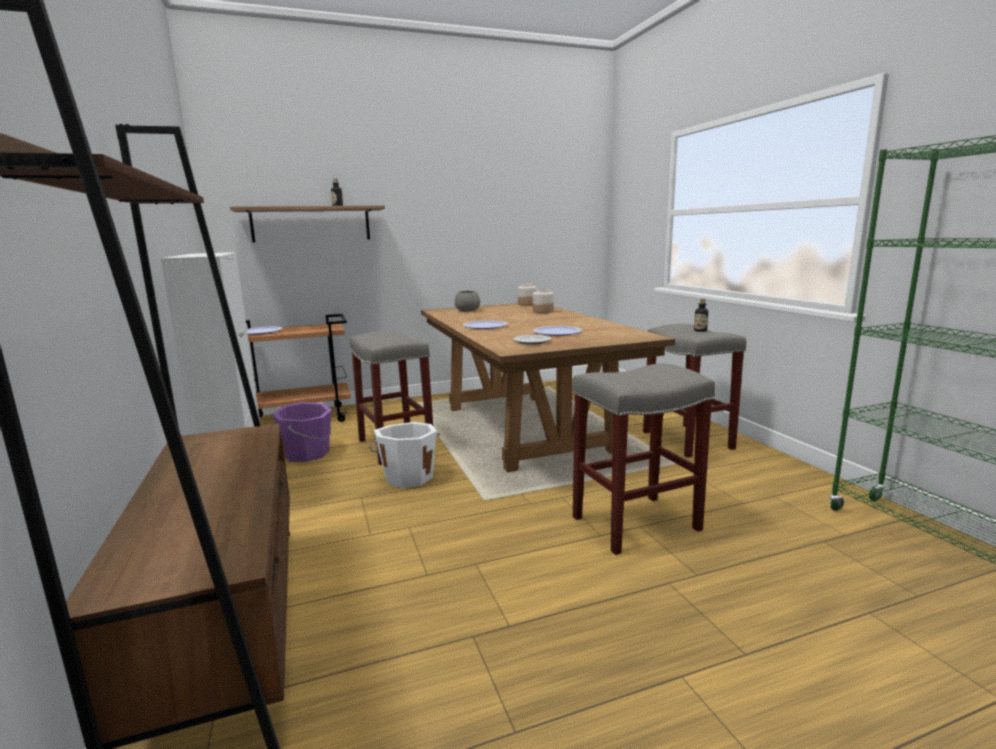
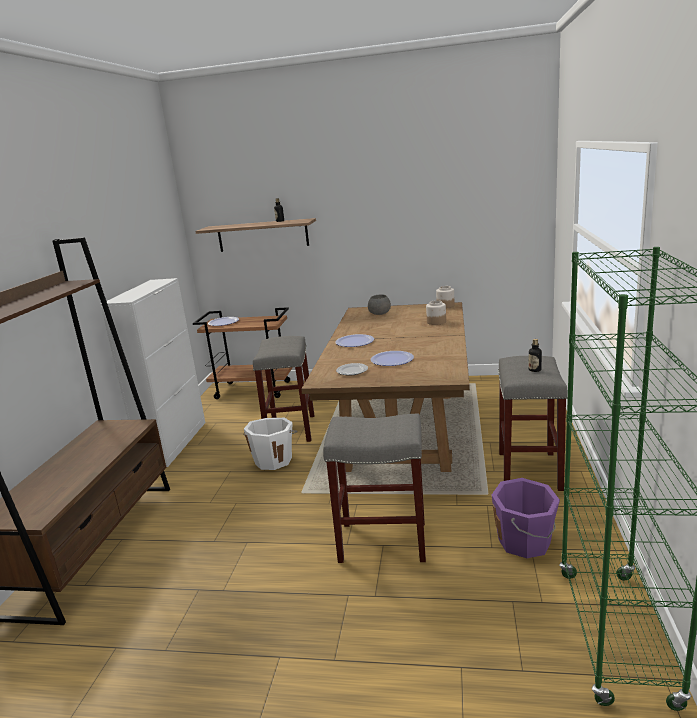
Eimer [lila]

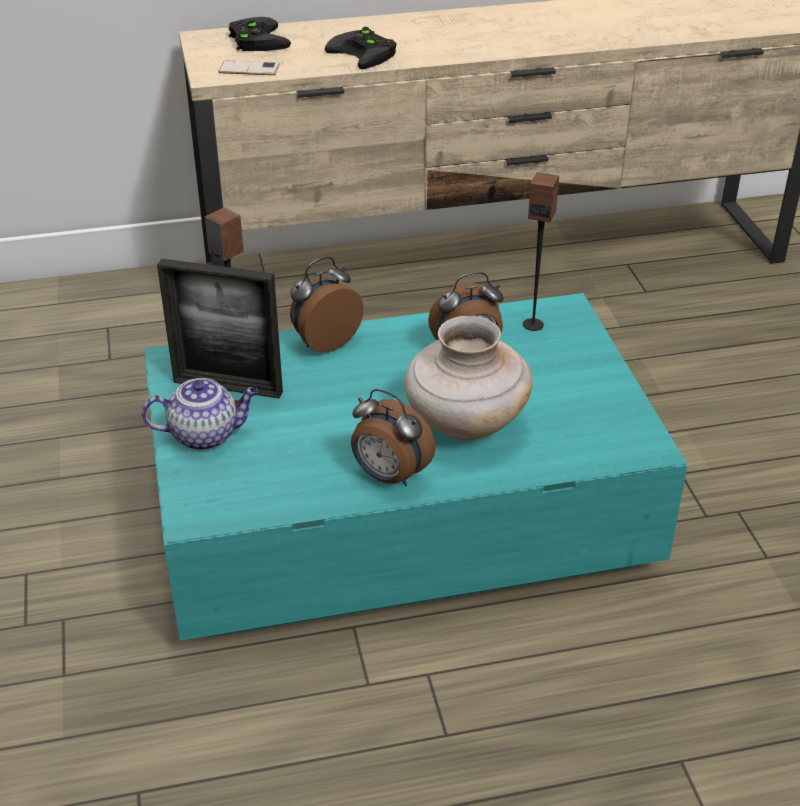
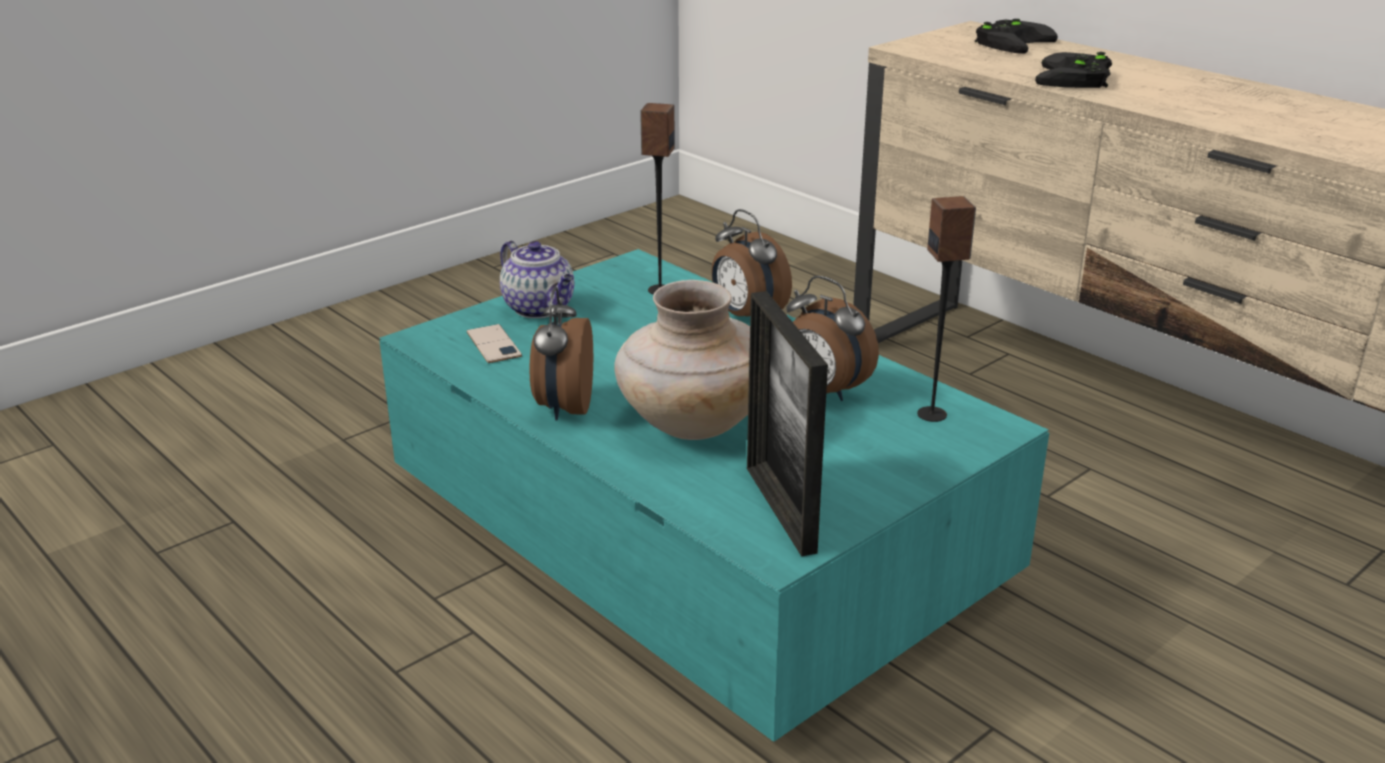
Bilderrahmen
Handy
Wecker (no. 2 from left)

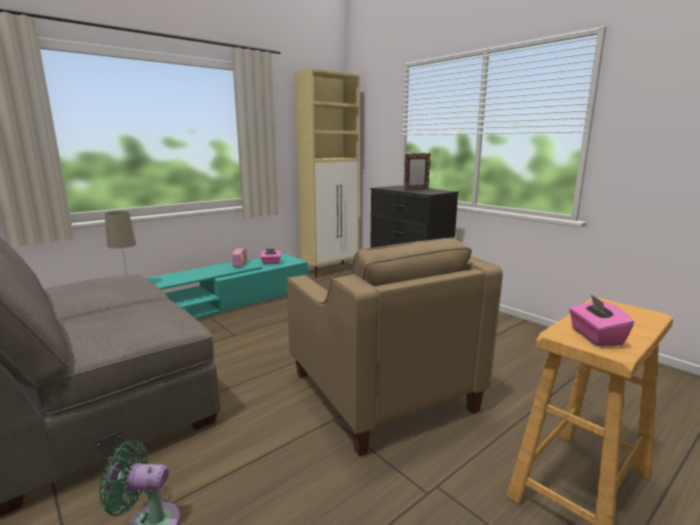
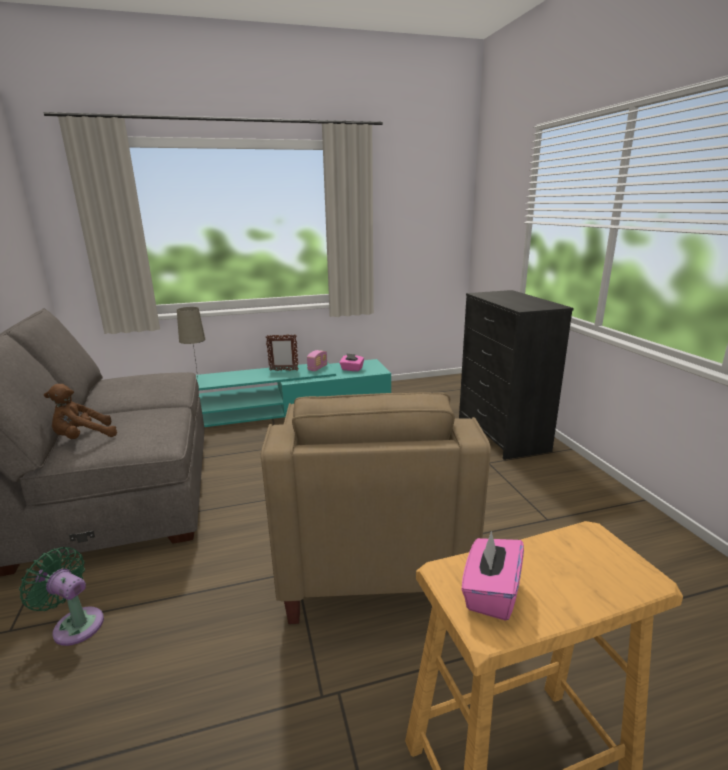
Schrank [beige]
Plüschtier [braun]
Bilderrahmen

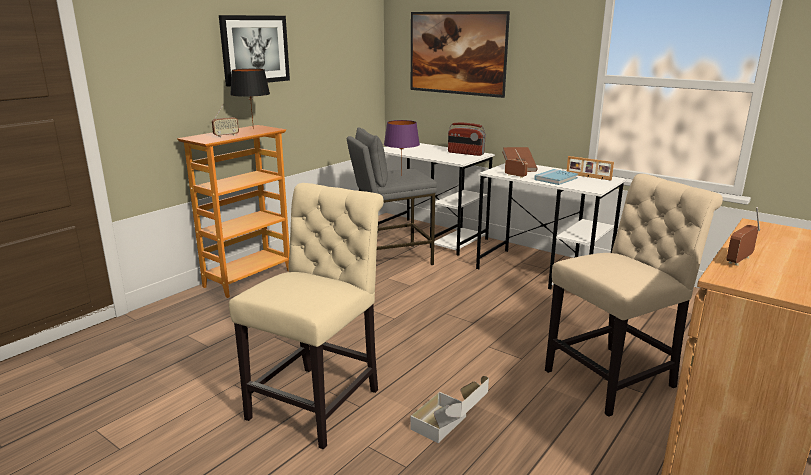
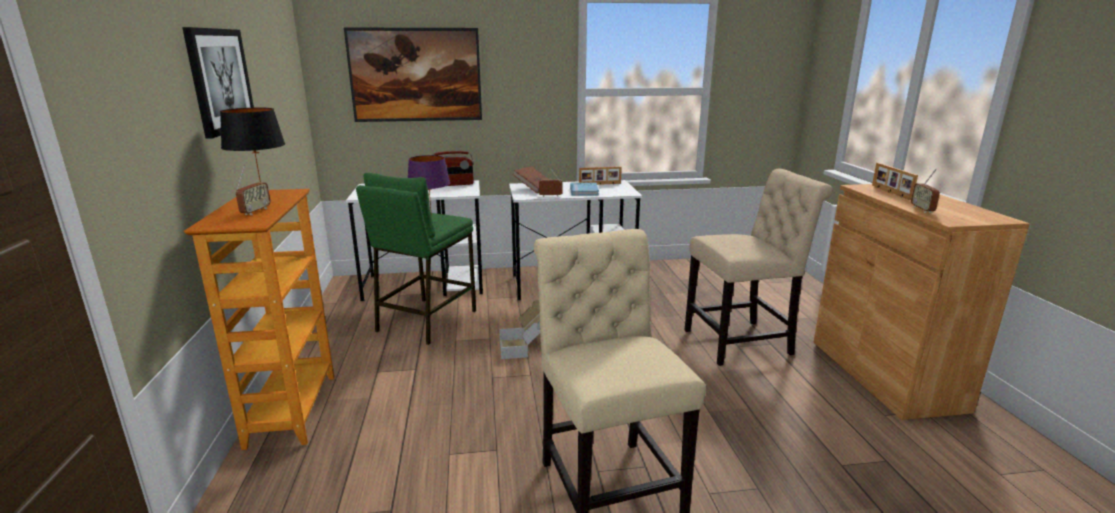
Bilderrahmen (no. 2 from left)
Karton
Hocker [grün]
Stuhl [beige] (no. 2 from left)

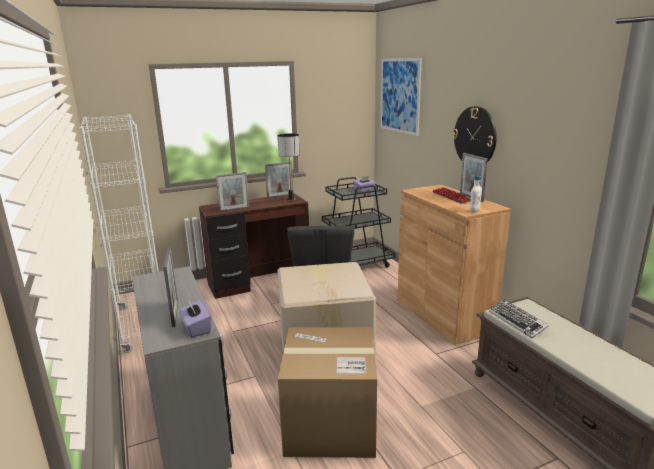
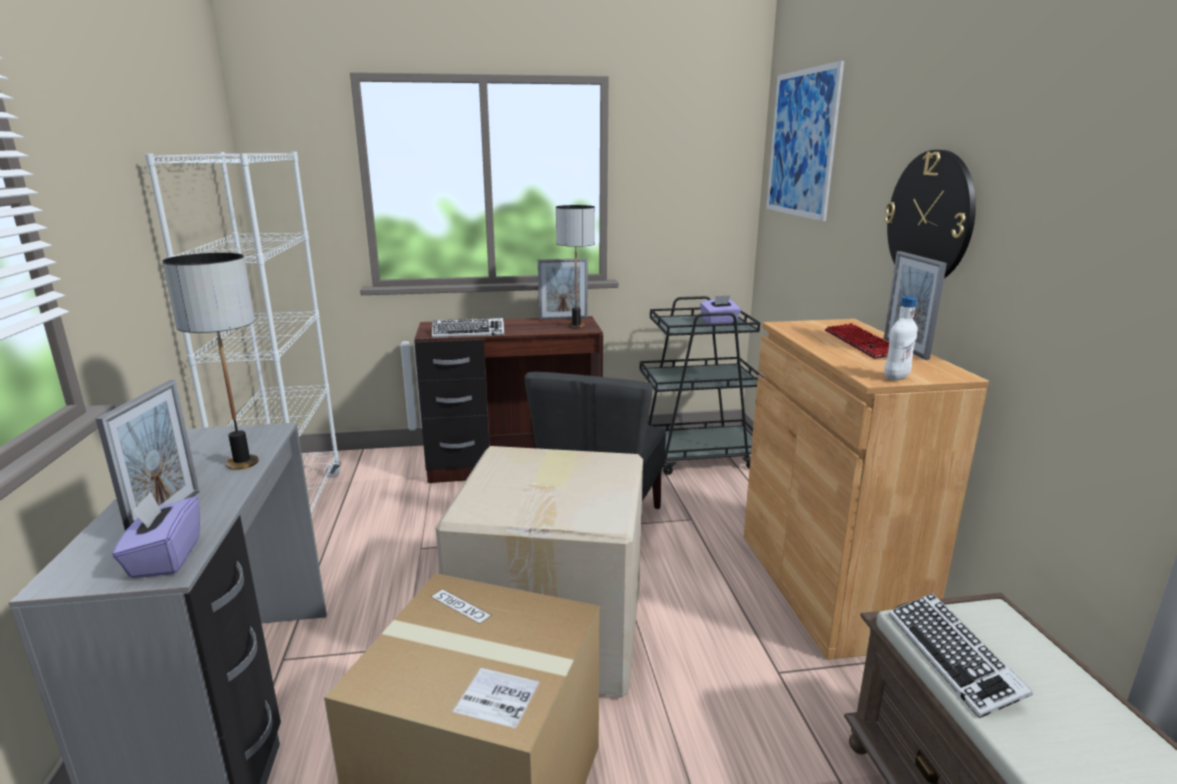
Tischlampe (no. 1 from left)
Tastatur (no. 1 from left)

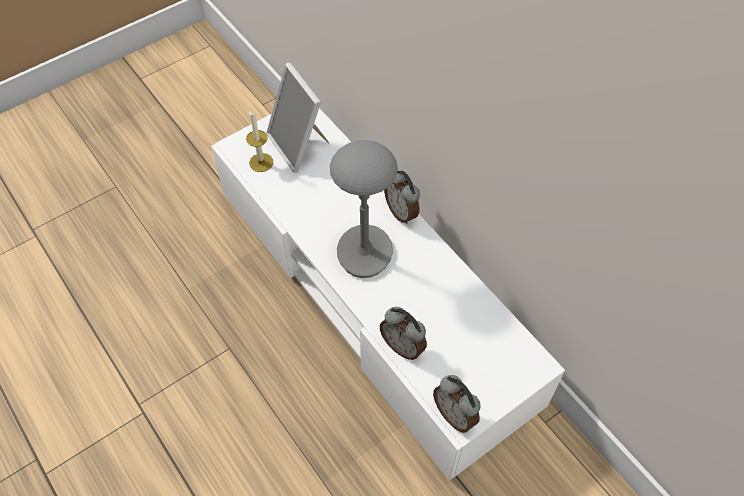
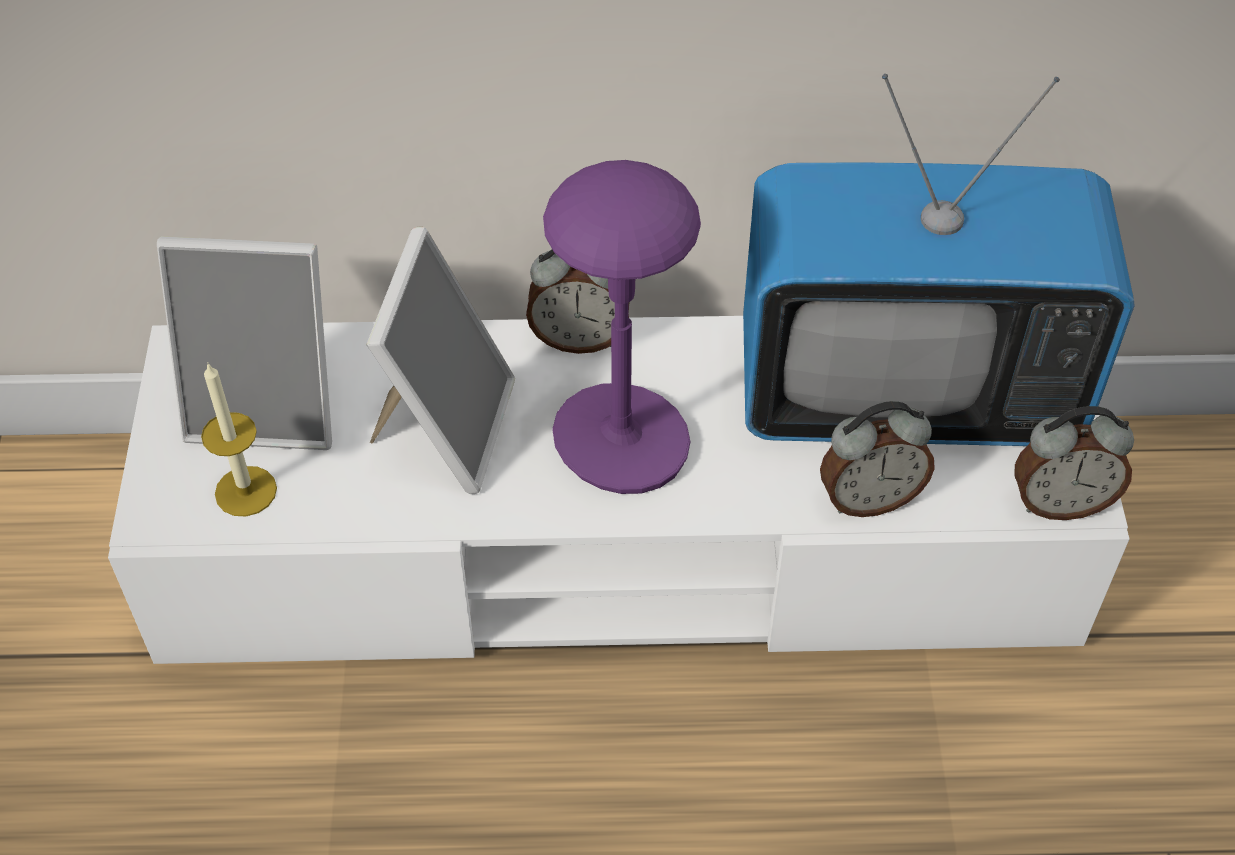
Bilderrahmen (no. 2 from left)
Fernseher
Tischlampe [lila]

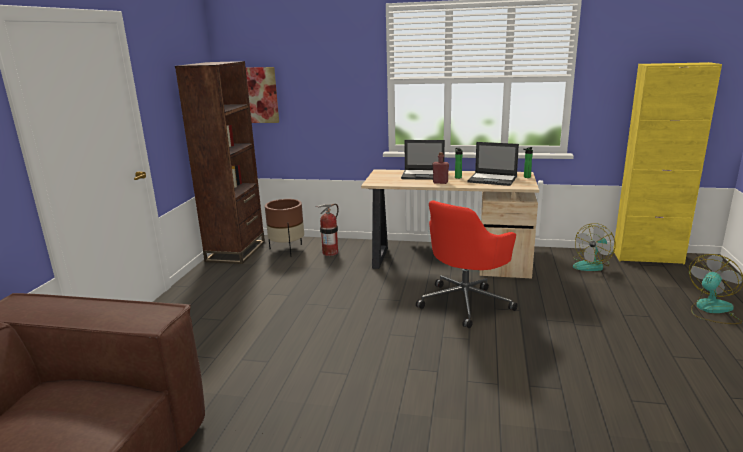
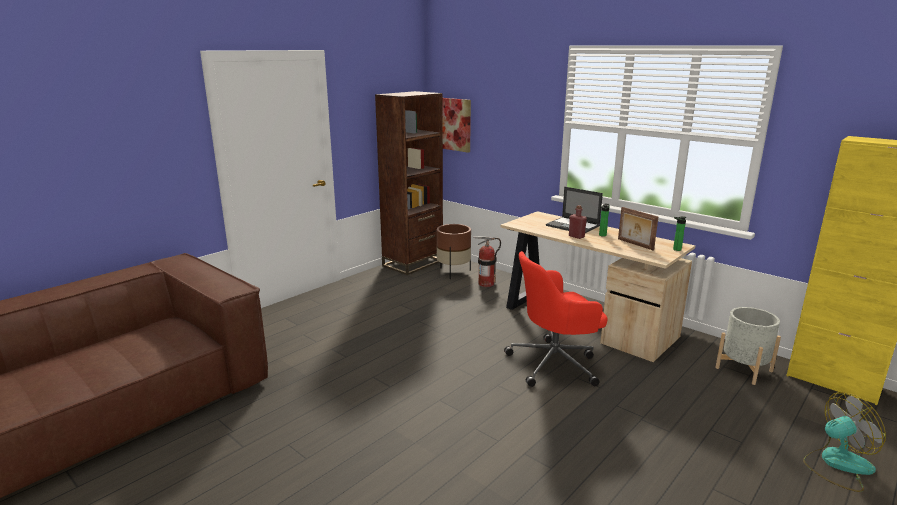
Bilderrahmen
Pflanzkübel [grau]

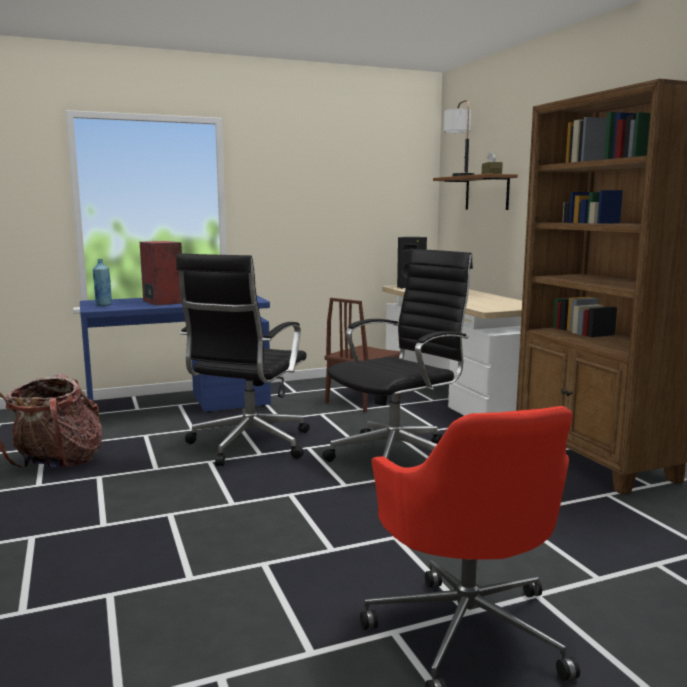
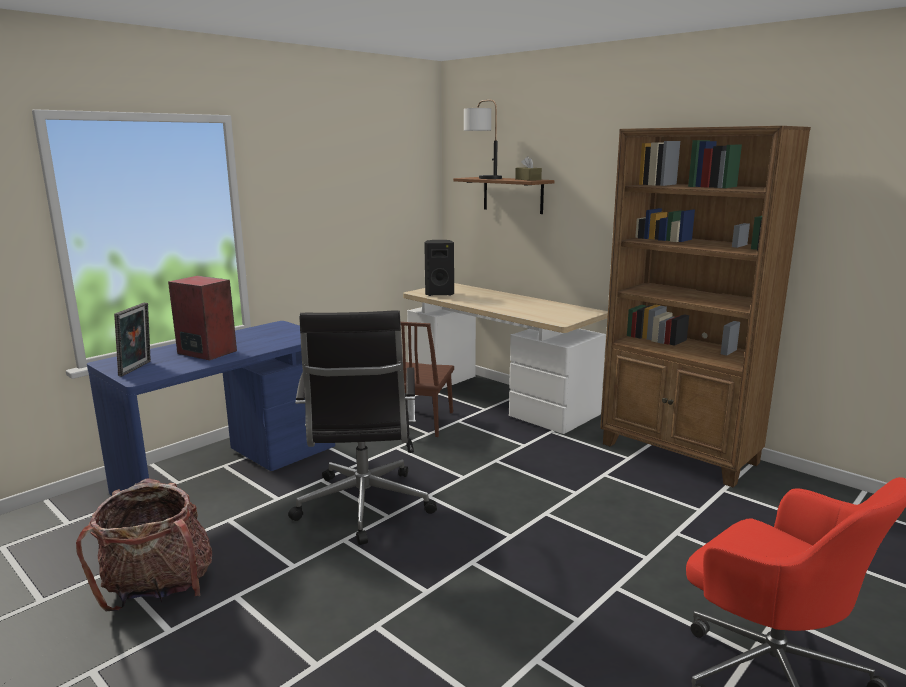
Bürostuhl [schwarz] (no. 2 from left in the first image)
Bilderrahmen

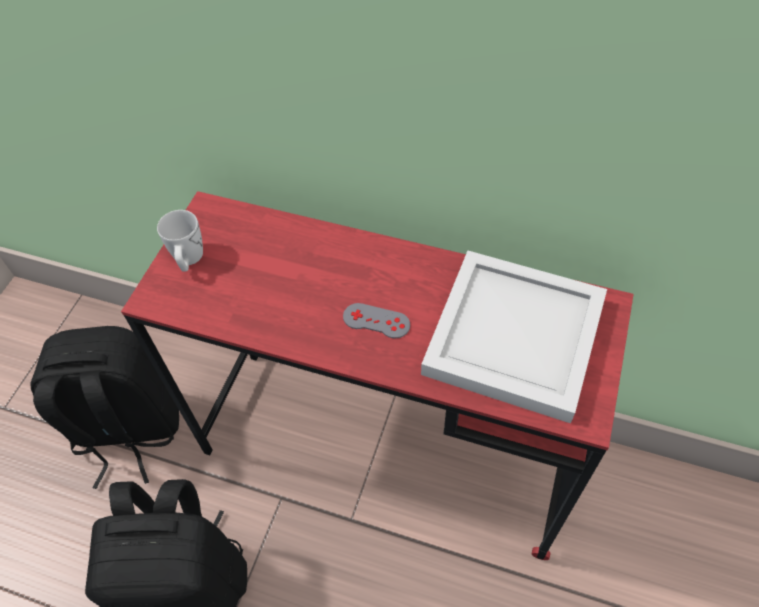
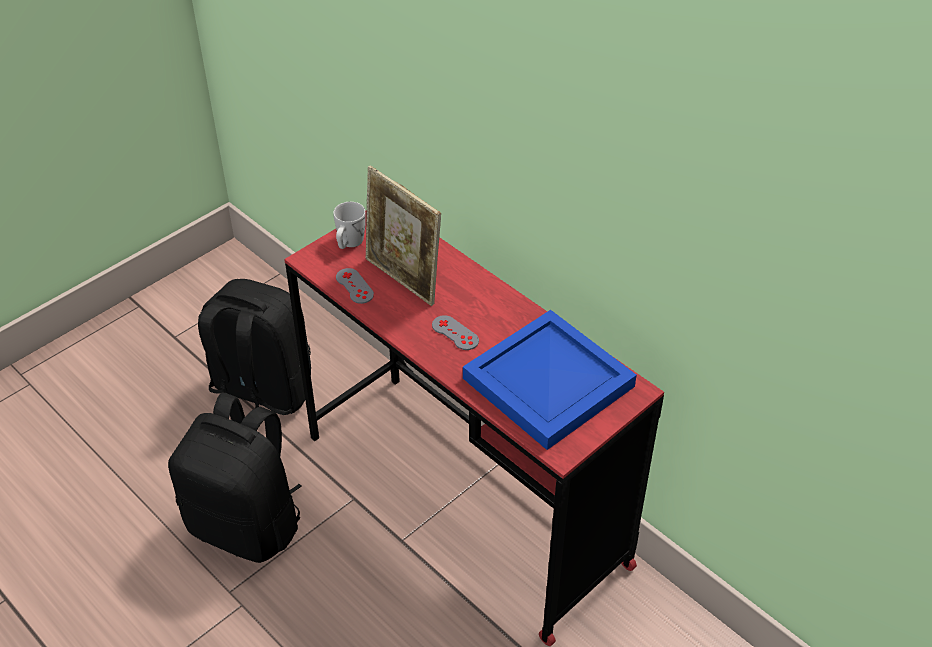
Gamepad [grau] (no. 1 from left)
Bilderrahmen
Tablett [blau]

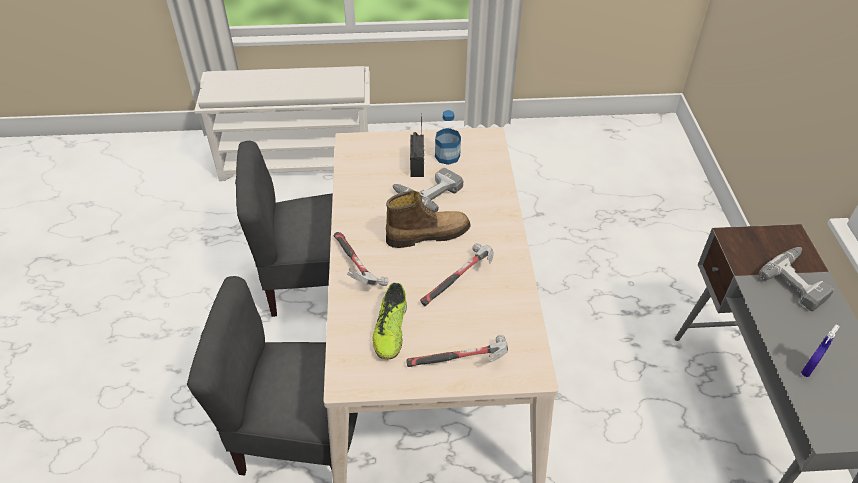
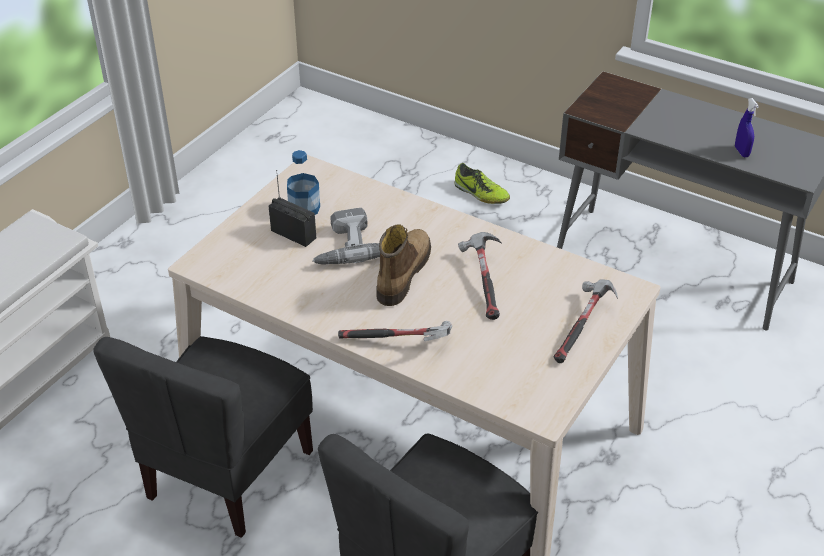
Bohrmaschine (no. 2 from left in the first image)
Schuh

